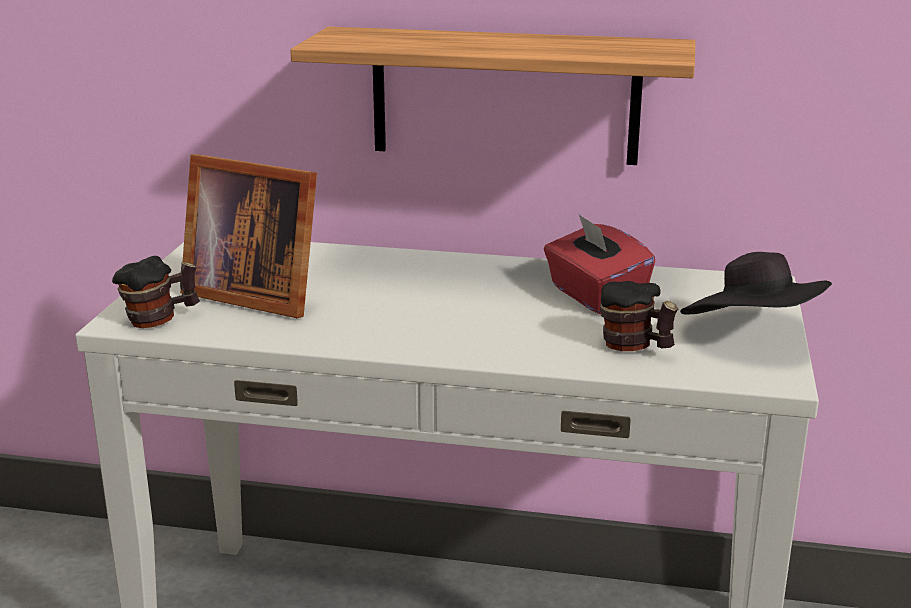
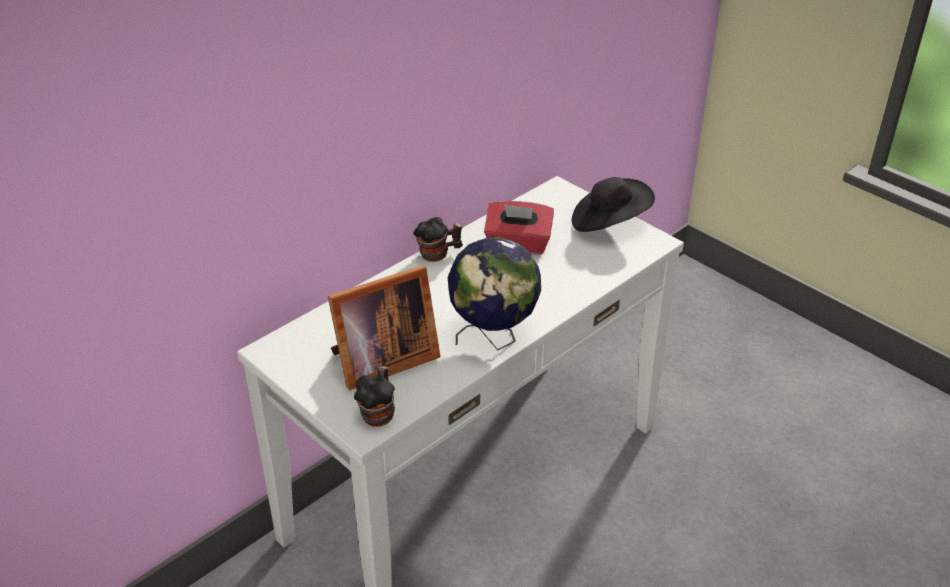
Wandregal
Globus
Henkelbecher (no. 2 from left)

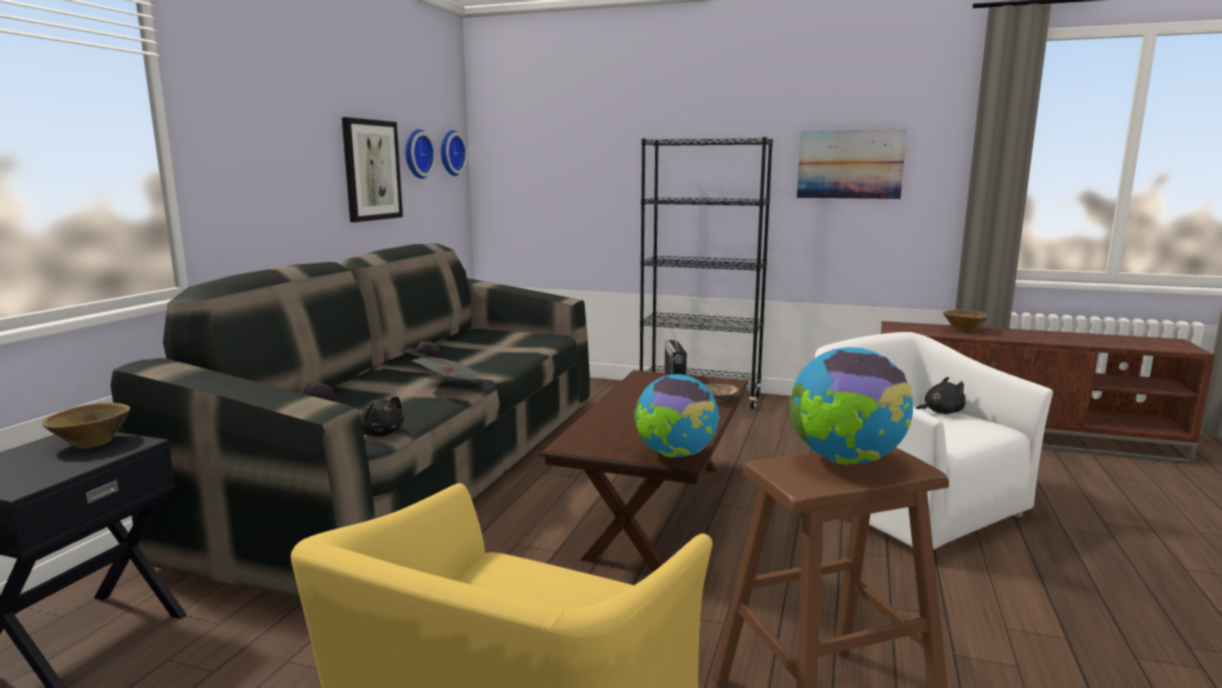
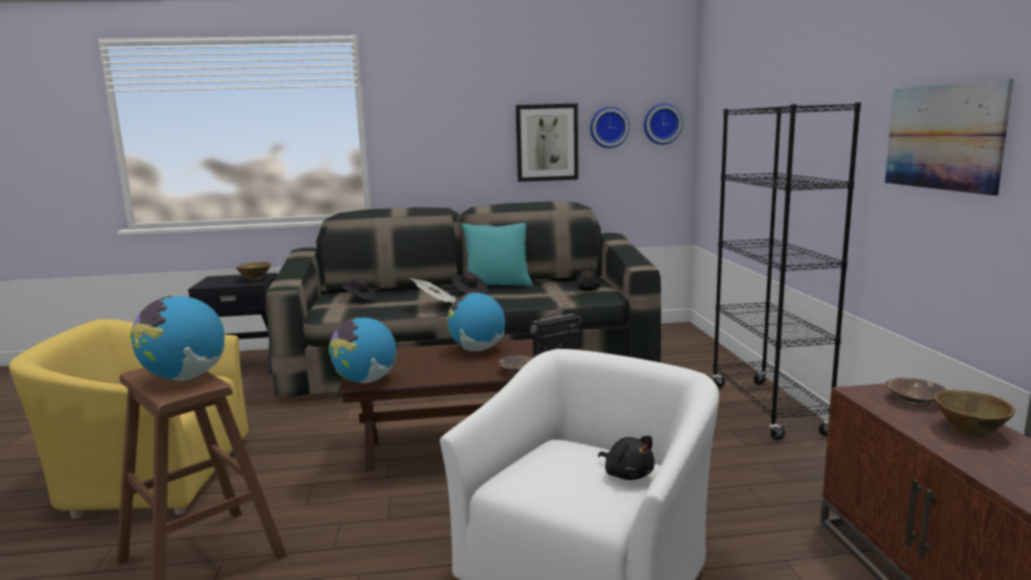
Globus (no. 3 from left)
Kissen [türkis]
Schüssel [braun] (no. 3 from left)
Plüschtier [schwarz] (no. 1 from left)

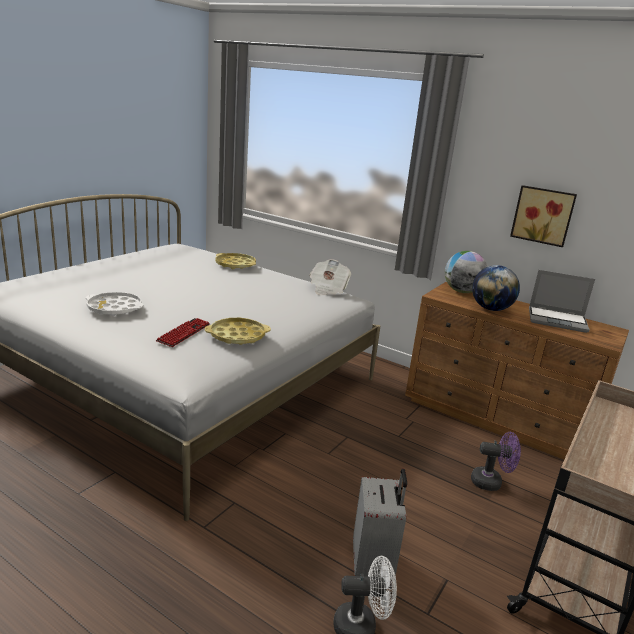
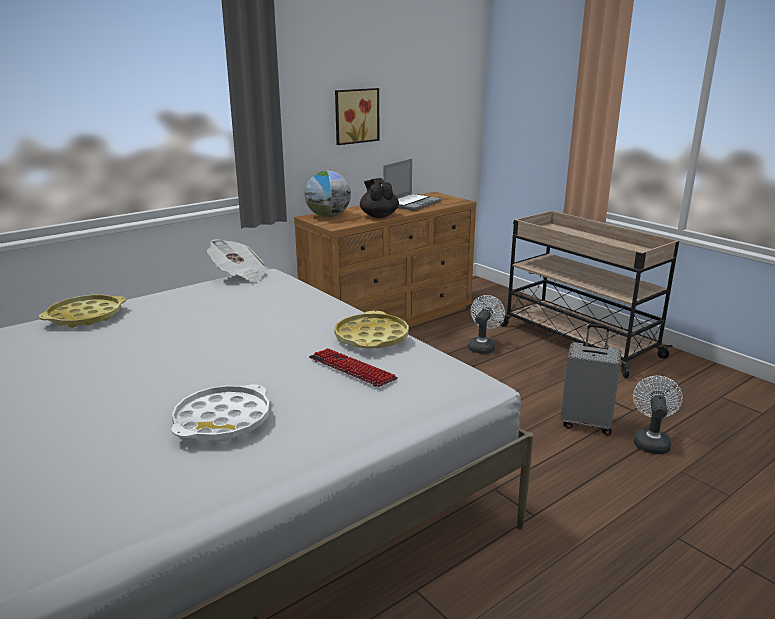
Teekanne [schwarz]
Ventilator [weiß] (no. 1 from left)

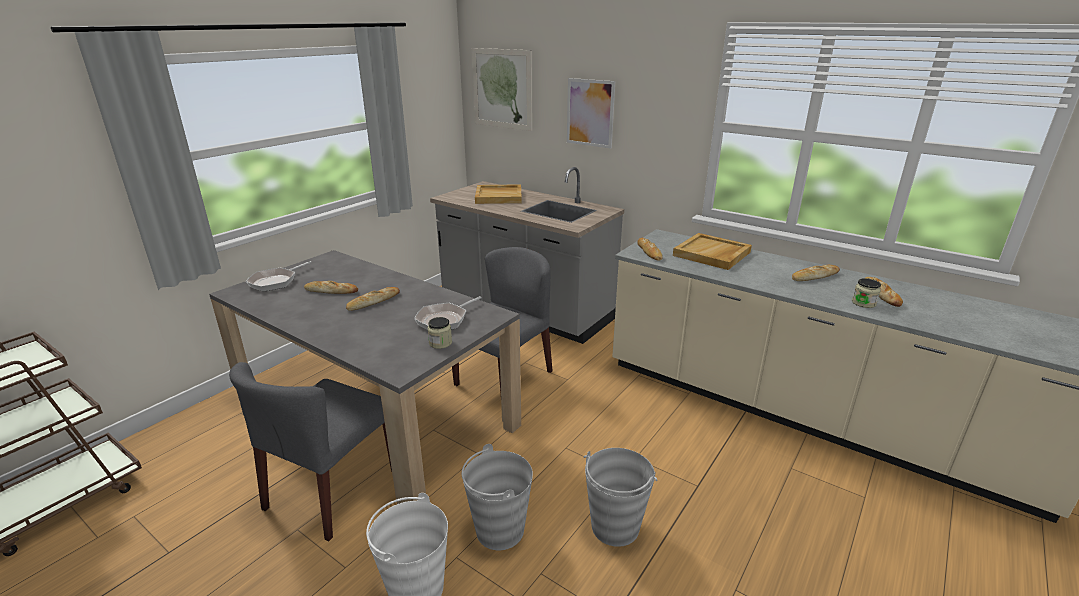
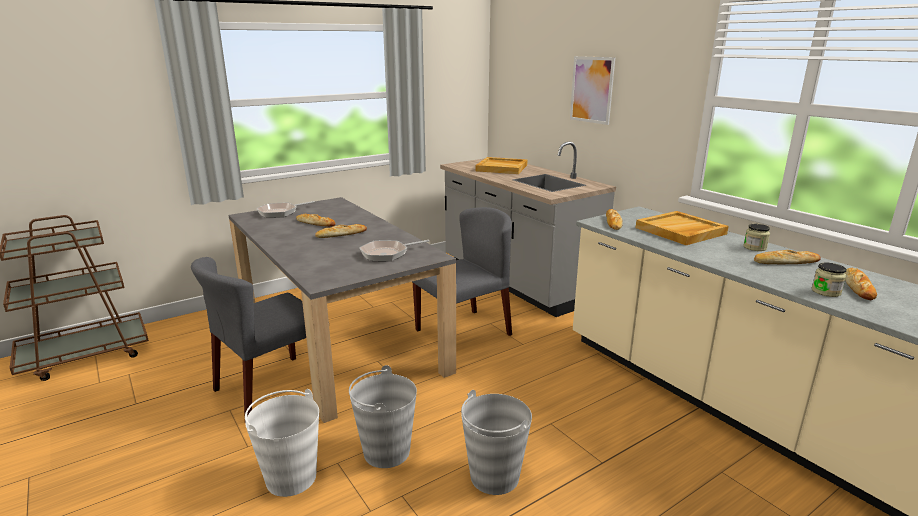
Bild (no. 1 from left in the first image)
Vorratsglas (no. 1 from left)

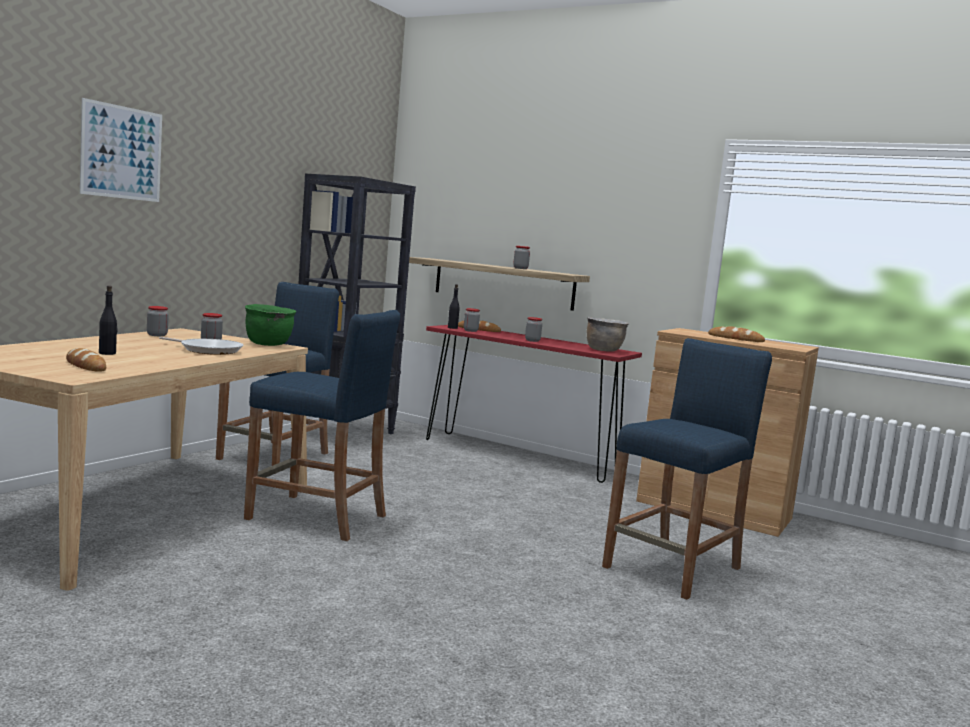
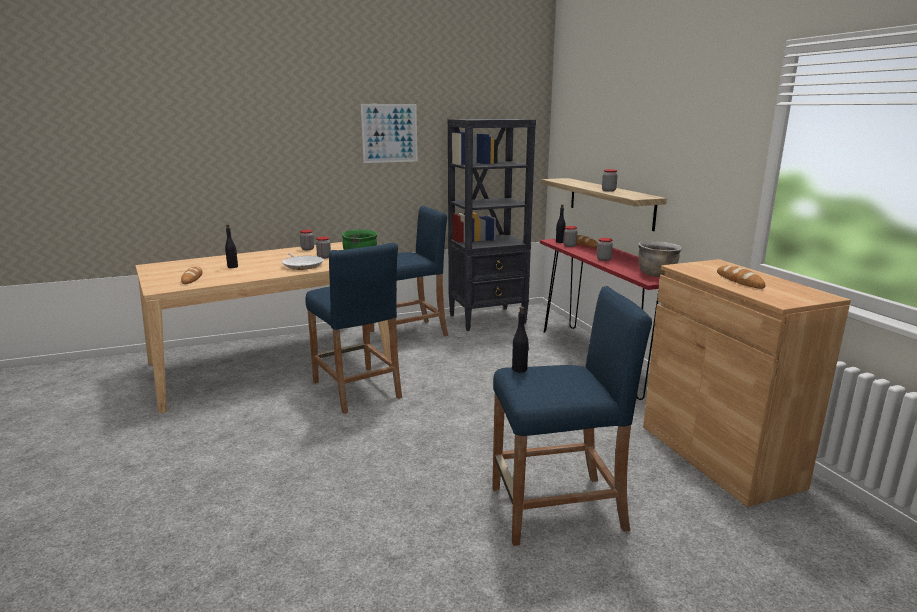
Flasche [schwarz] (no. 2 from left)
Bild

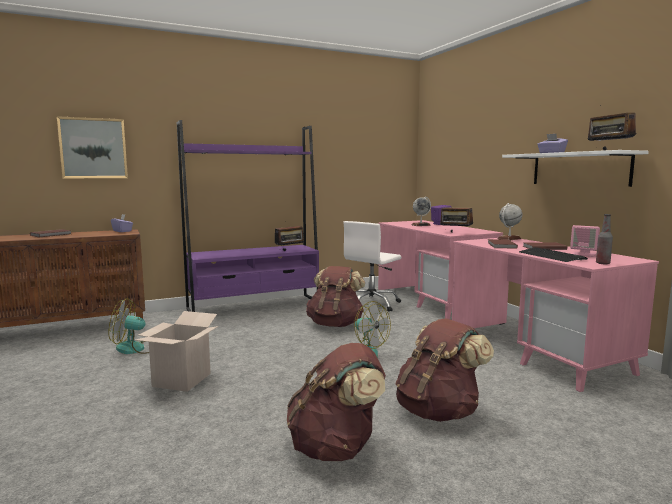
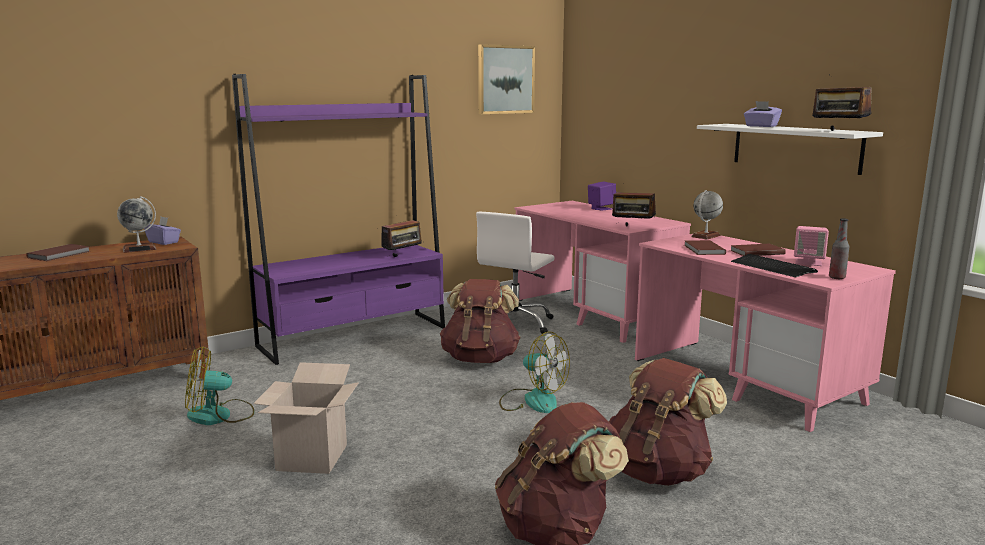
Bild
Globus (no. 1 from left)

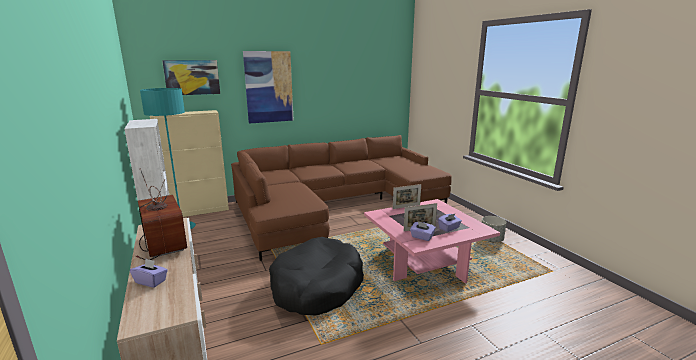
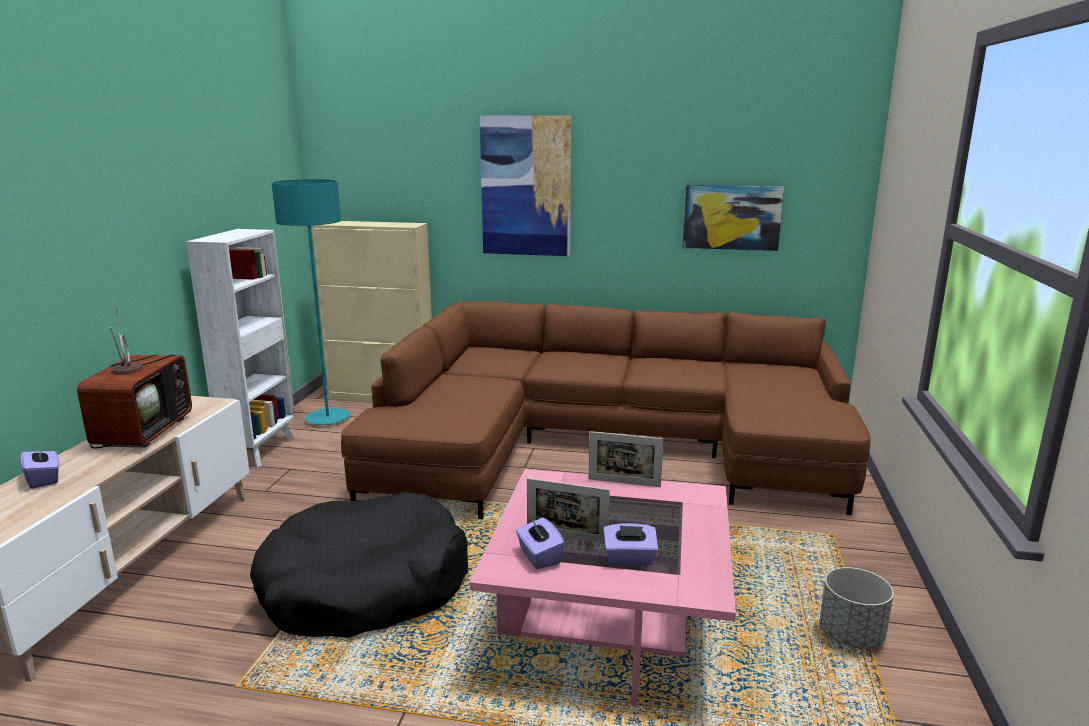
Bild (no. 2 from left)

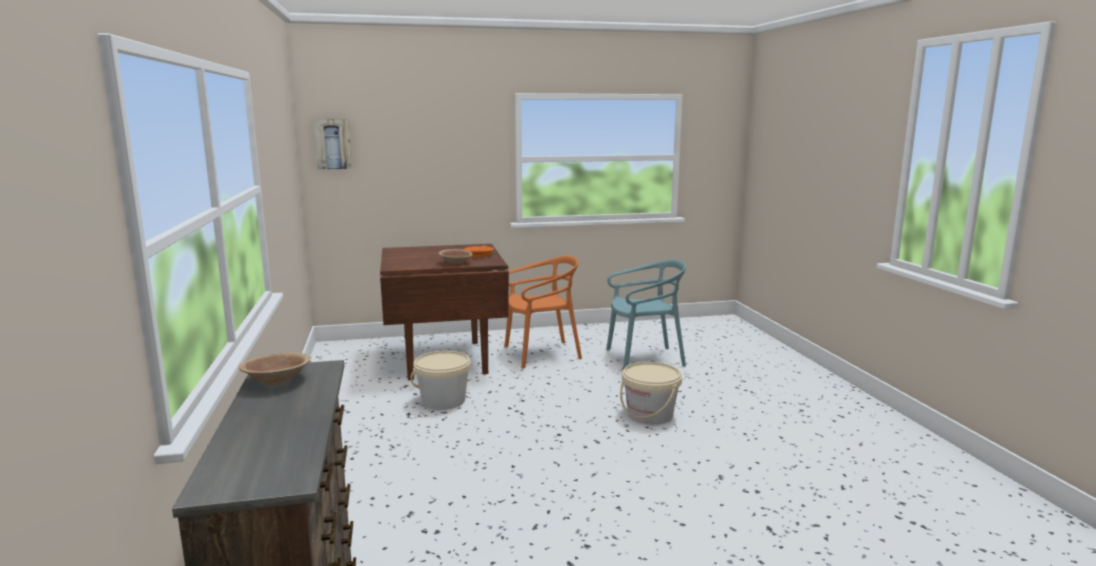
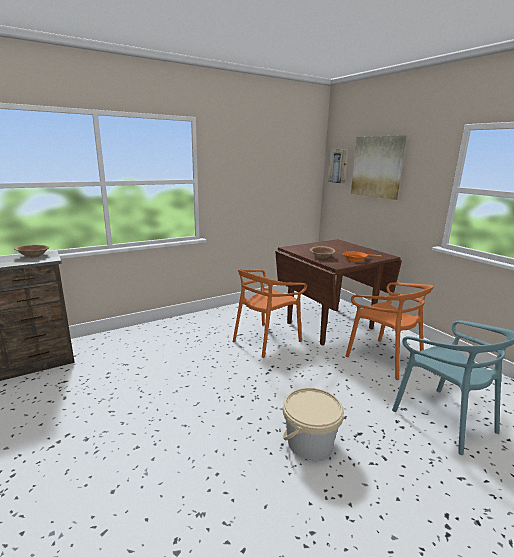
Bild (no. 2 from left)
Stuhl [orange] (no. 1 from left)

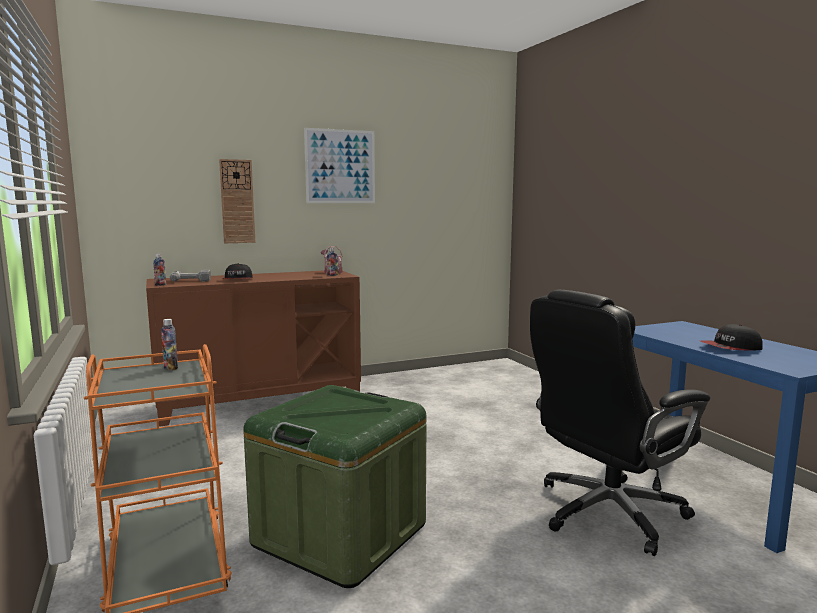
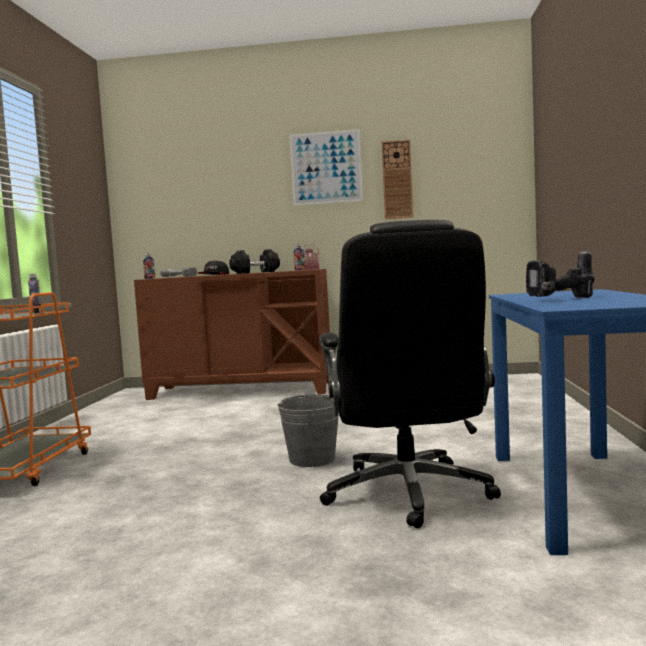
Aufbewahrungsbox [grün]
Hantel [schwarz]
Eimer [grau]
Wanduhr
Bohrmaschine (no. 2 from left)
Bürostuhl [schwarz]

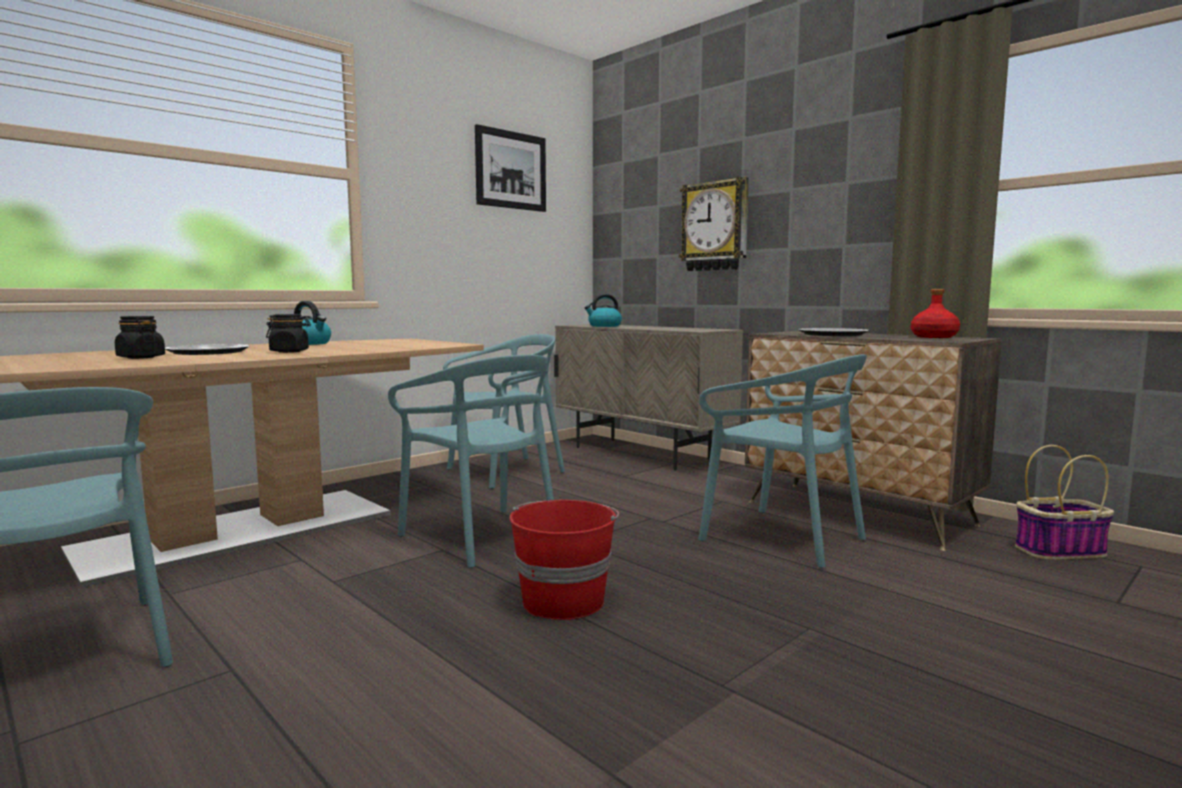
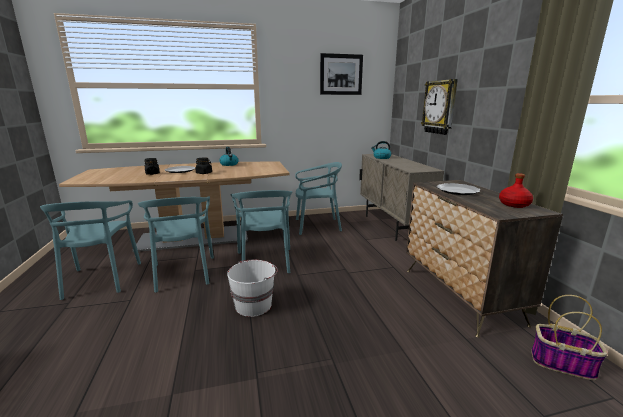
Stuhl [türkis] (no. 2 from left)
Eimer [weiß]

